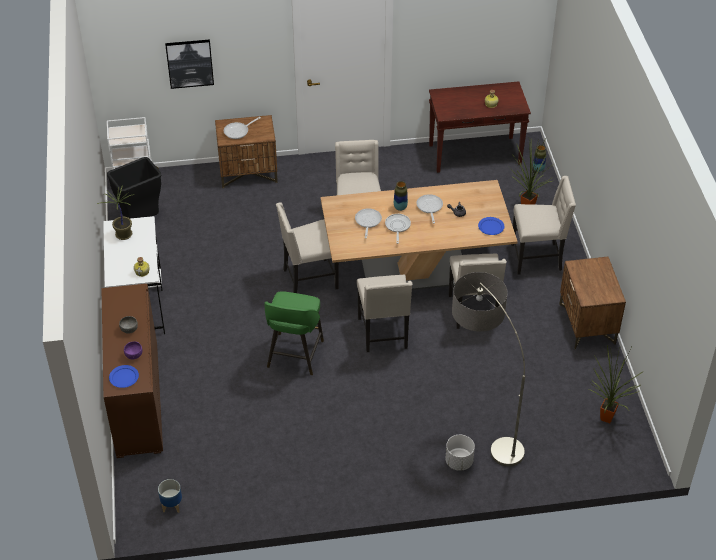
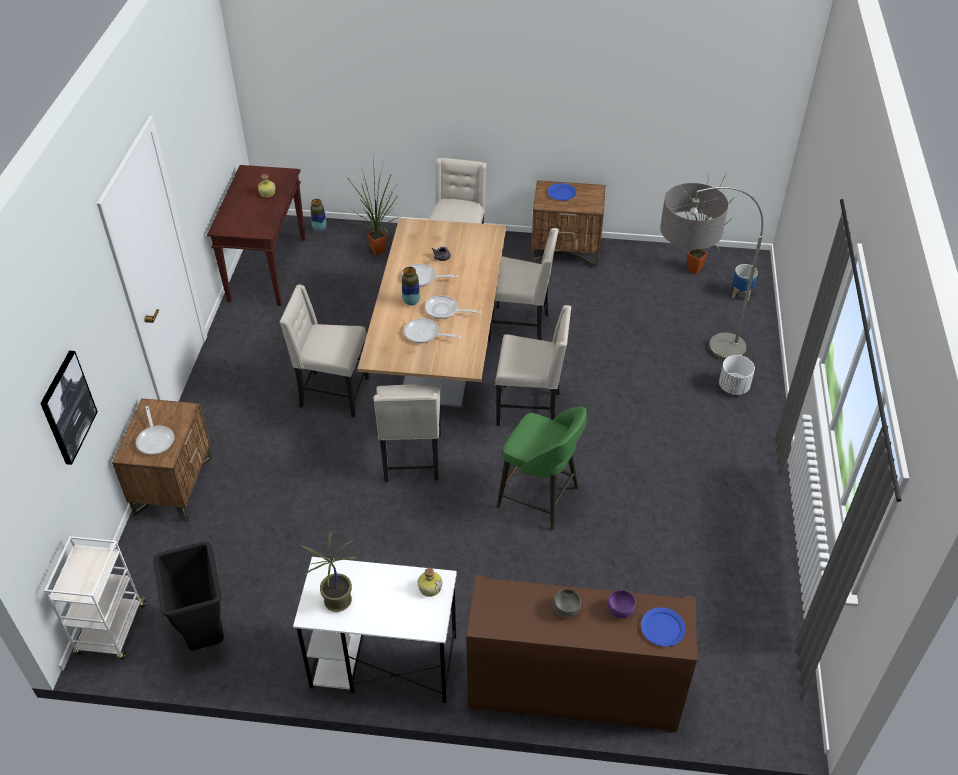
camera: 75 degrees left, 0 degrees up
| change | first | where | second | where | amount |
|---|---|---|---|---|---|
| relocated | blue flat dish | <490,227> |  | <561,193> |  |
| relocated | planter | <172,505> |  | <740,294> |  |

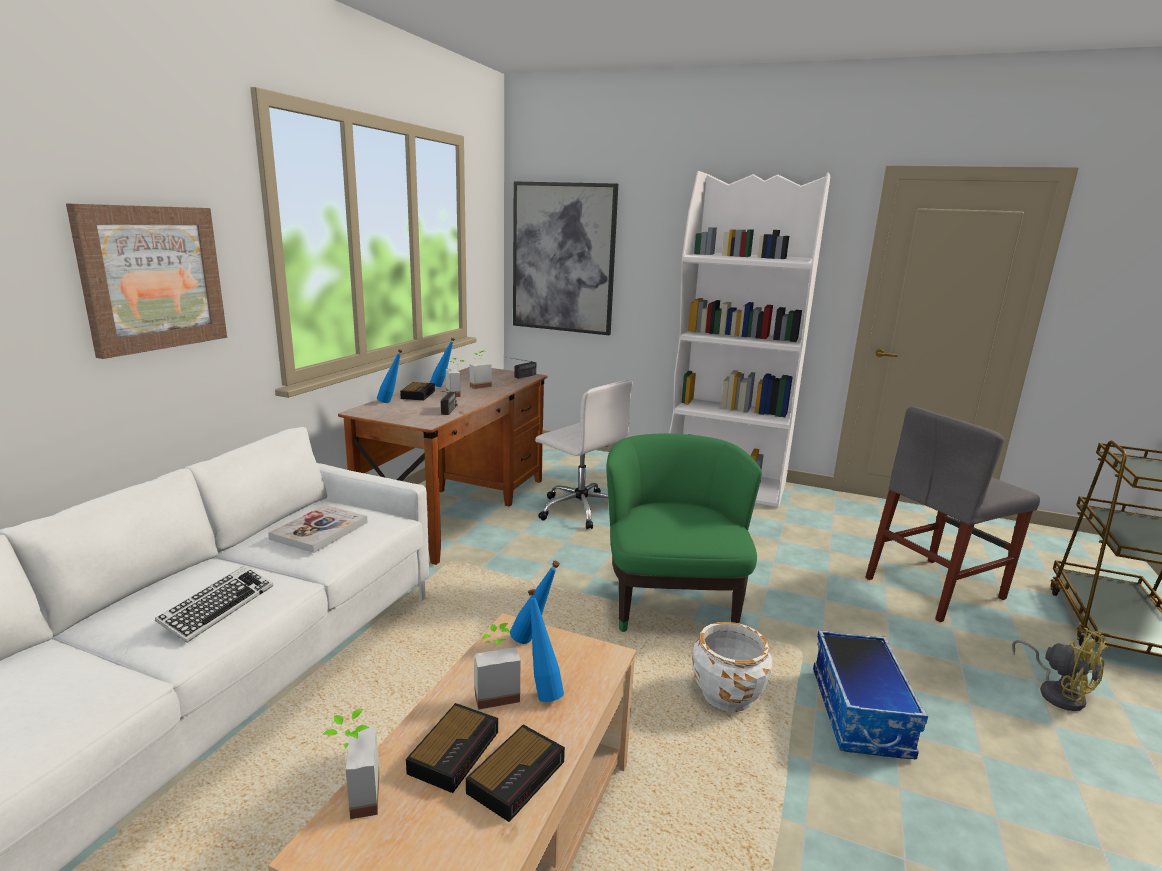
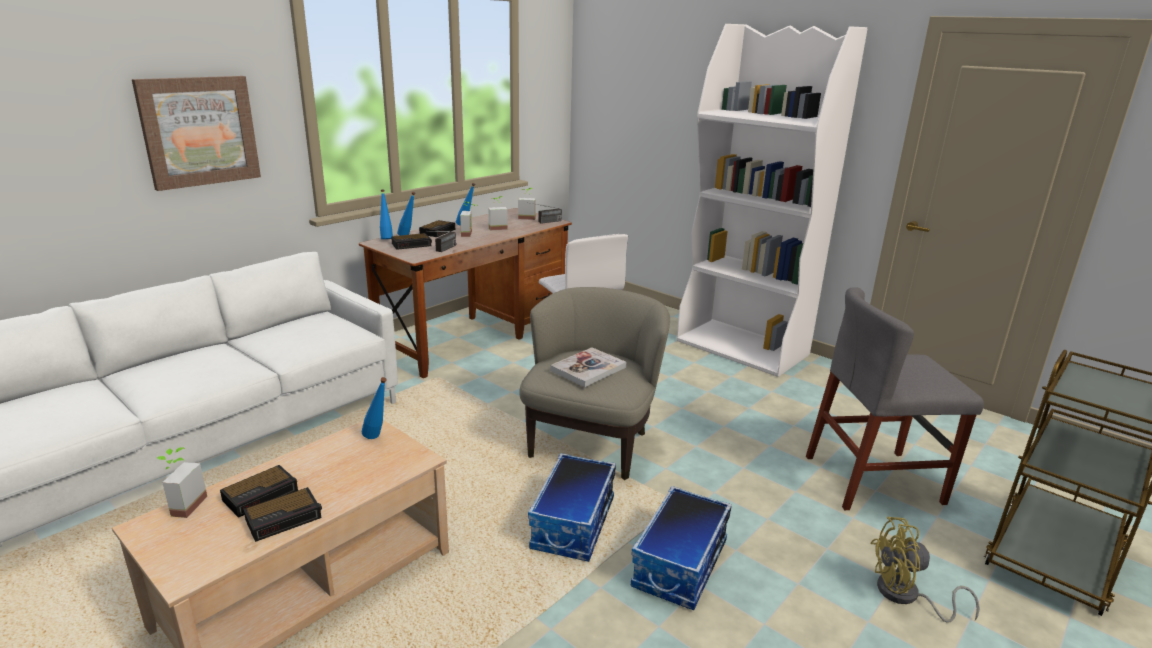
camera: 20 degrees right, 5 degrees up
| change | first | where | second | where | amount |
|---|---|---|---|---|---|
| relocated | blue bottle | <542,691> |  | <386,238> |  |
| appeared |  |  | alarm clock | <412,244> |  |
| relocated | houseplant | <495,692> |  | <527,217> |  |
| colour | greenish armchair | <671,603> | beige-coloured armchair | <592,443> |  |
| exchanged | whitish planter | <727,695> | storage container | <574,524> |  |
| relocated | book | <319,530> |  | <588,369> |  |
| spun | yellow-coloured fan | <1057,692> |  | <906,596> | 105 degrees clockwise |
| missing | PC keyboard | <218,608> |  |  |  |
| missing | wall picture | <563,258> |  |  |  |

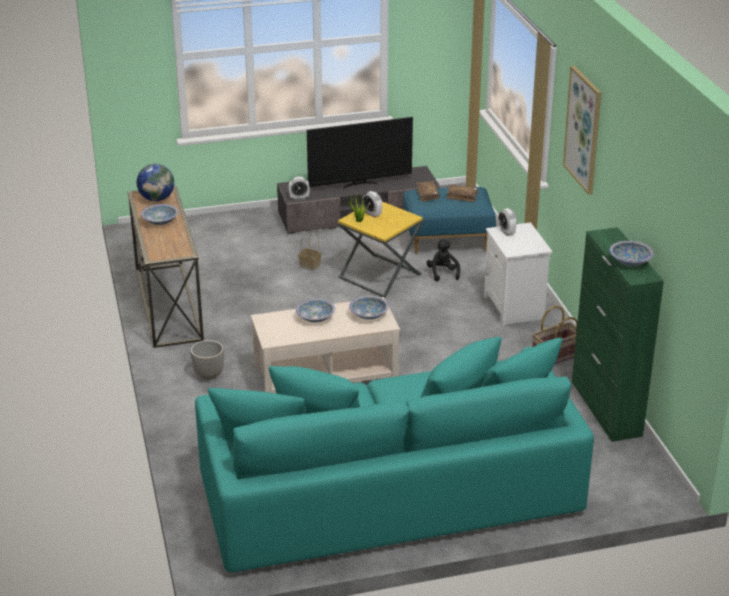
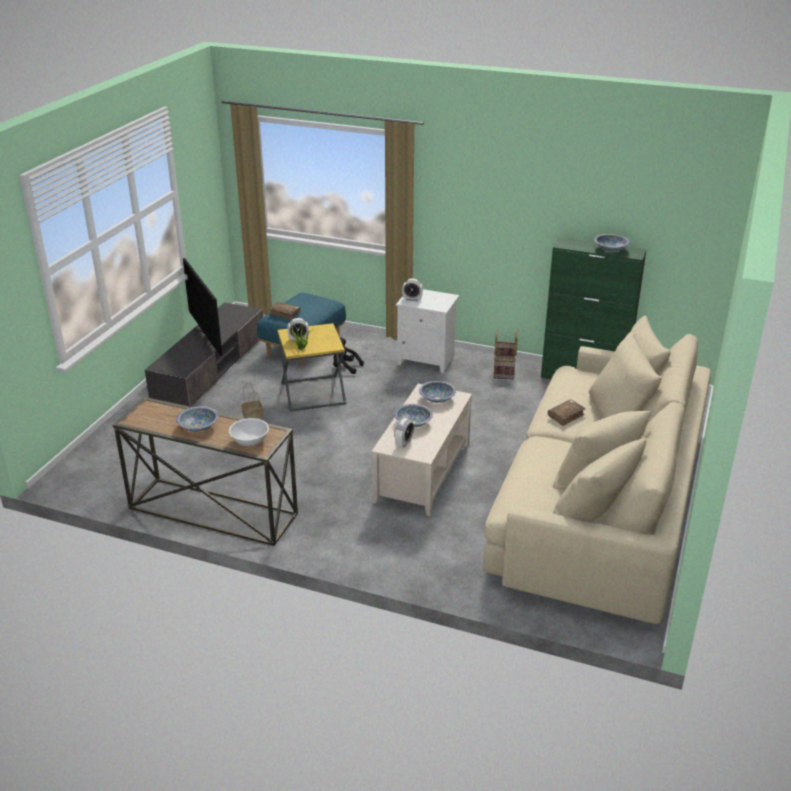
camera: 55 degrees left, 0 degrees up
| change | first | where | second | where | amount |
|---|---|---|---|---|---|
| spun | television | <359,184> |  | <207,337> | 135 degrees clockwise |
| appeared |  |  | whitish bowl | <249,441> |  |
| relocated | alarm clock | <299,197> |  | <404,443> |  |
| colour | blue-green couch | <387,488> | beige-coloured couch | <600,502> |  |
| relocated | brownish book | <462,196> |  | <565,416> |  |
| missing | globe | <157,199> |  |  |  |
| missing | planter | <208,374> |  |  |  |
| missing | wall picture | <583,129> |  |  |  |

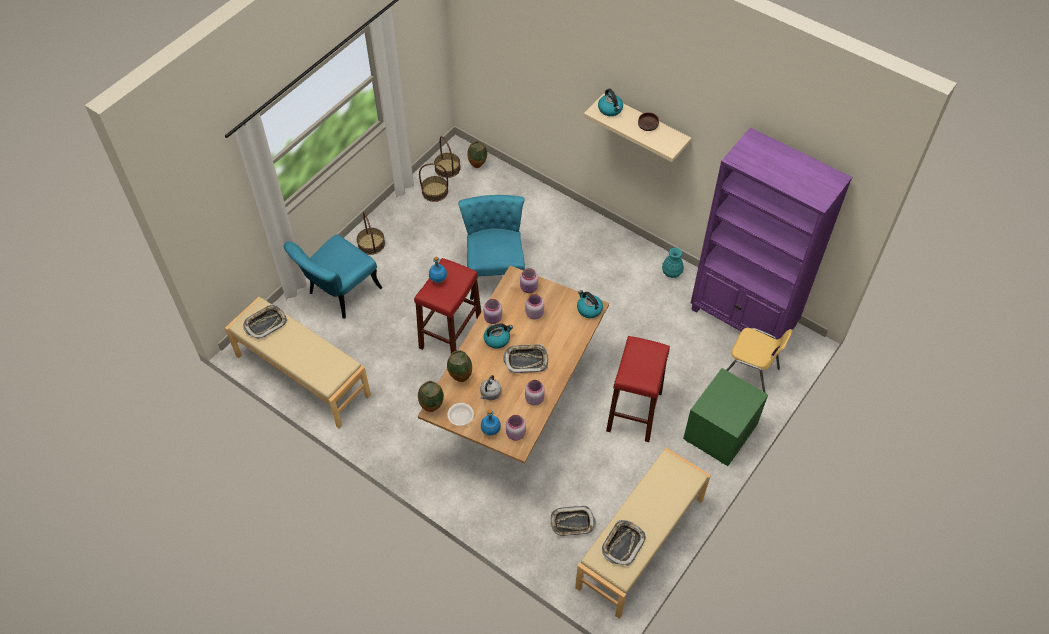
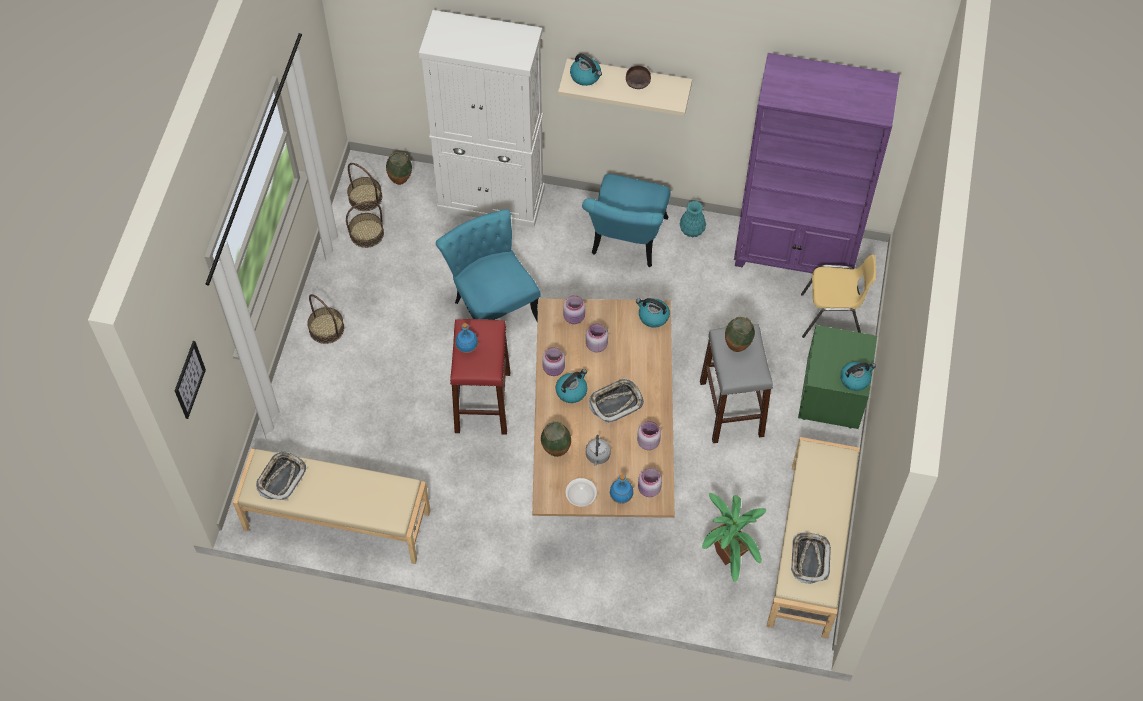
camera: 25 degrees left, 5 degrees up
| change | first | where | second | where | amount |
|---|---|---|---|---|---|
| appeared |  |  | wall picture | <189,379> |  |
| appeared |  |  | whitish cabinet | <491,199> |  |
| relocated | blue-green chair | <339,295> |  | <626,243> |  |
| colour | red-coloured stool seat | <634,411> | gray stool seat | <731,409> |  |
| exchanged | carrying tray | <572,523> | houseplant | <728,559> |  |
| relocated | vase | <432,408> |  | <737,347> |  |
| appeared |  |  | tea kettle | <855,379> |  |

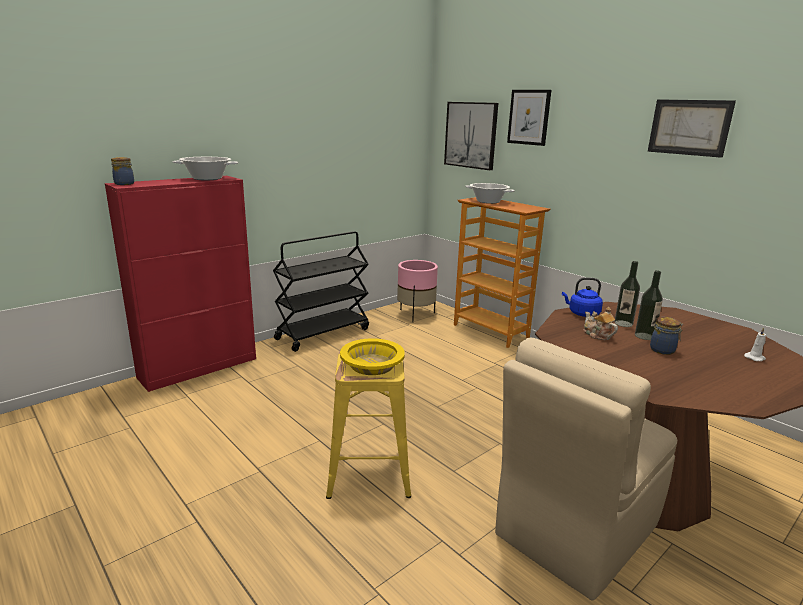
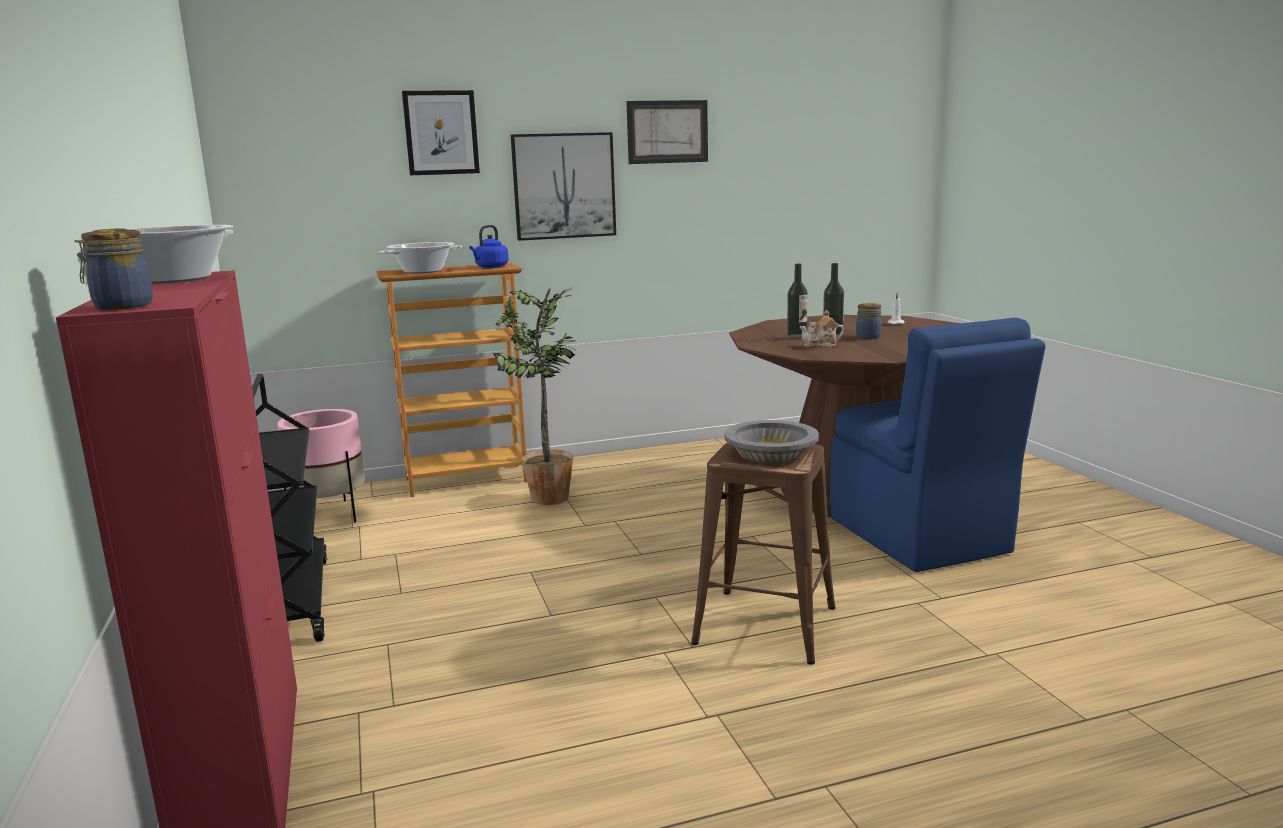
camera: 65 degrees left, 5 degrees down
| change | first | where | second | where | amount |
|---|---|---|---|---|---|
| relocated | blue tea kettle | <582,314> |  | <490,267> |  |
| appeared |  |  | houseplant | <550,500> |  |
| relocated | wall picture | <471,135> |  | <564,186> |  |
| colour | yellow-coloured stool seat | <370,471> | brownish stool seat | <766,624> |  |
| colour | yellow-coloured bowl | <372,365> | gray bowl | <770,453> |  |
| colour | beige-coloured chair | <574,531> | blue chair | <920,537> |  |

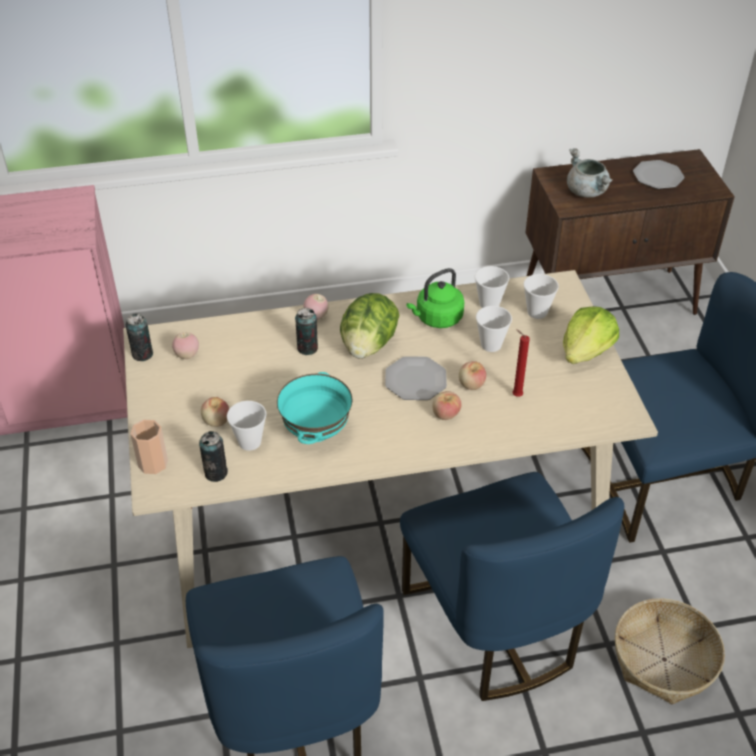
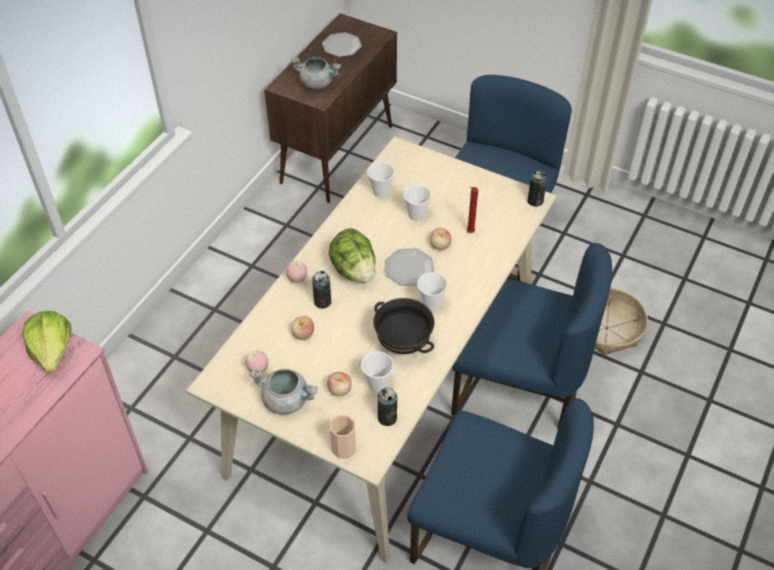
camera: 50 degrees left, 5 degrees up
| change | first | where | second | where | amount |
|---|---|---|---|---|---|
| relocated | lettuce head | <586,351> |  | <53,351> |  |
| appeared |  |  | gray saucepot | <287,400> |  |
| relocated | apple | <445,414> |  | <303,334> |  |
| colour | blue-green bowl | <315,431> | black-coloured bowl | <402,344> |  |
| relocated | drinking cup | <537,312> |  | <431,303> |  |
| relocated | sealed can | <142,354> |  | <535,201> |  |
| missing | greenish tea kettle | <437,318> |  |  |  |

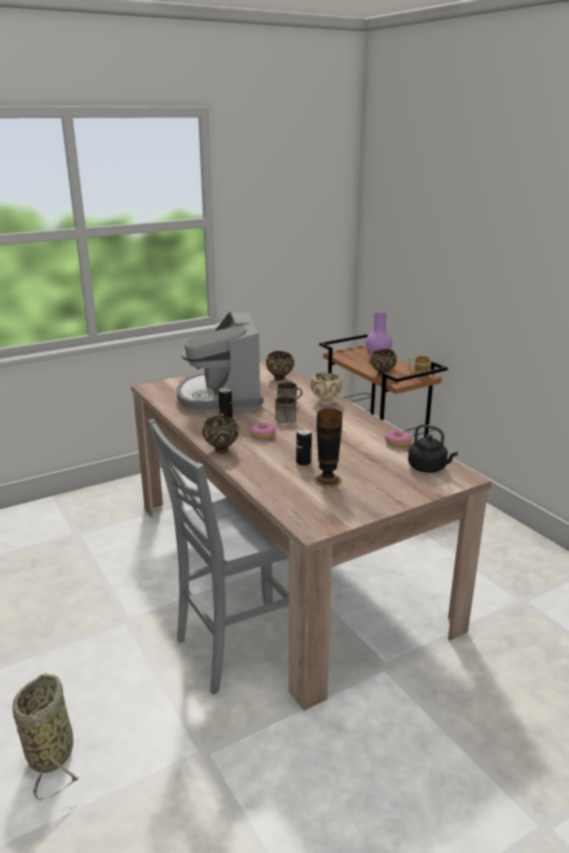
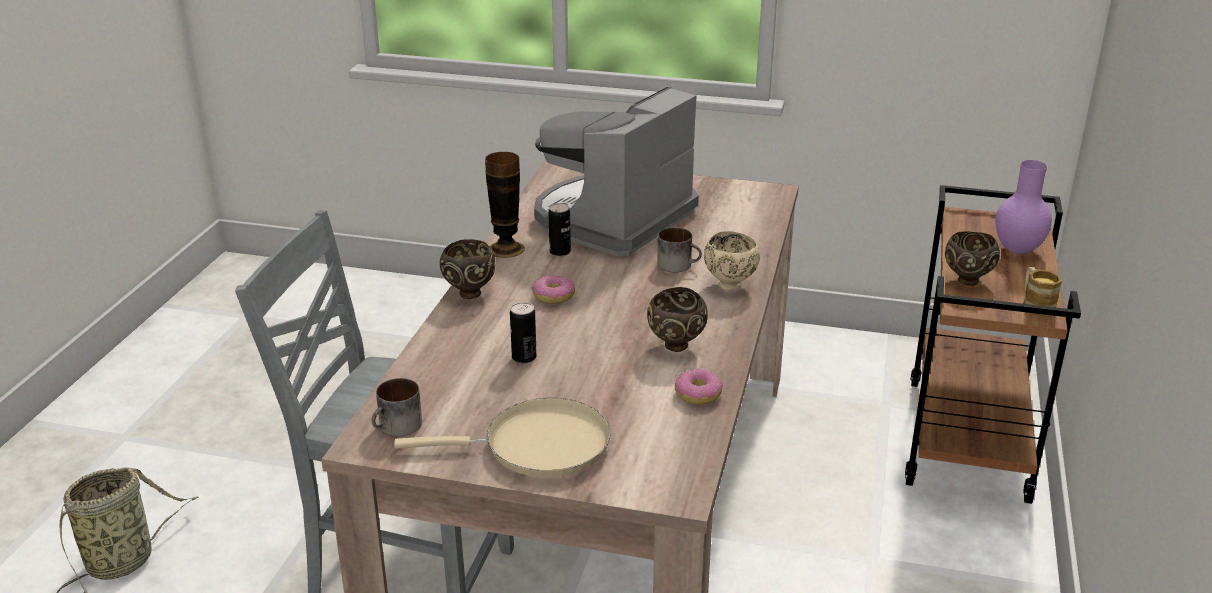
camera: 45 degrees right, 5 degrees up
| change | first | where | second | where | amount |
|---|---|---|---|---|---|
| relocated | coffee mug | <286,420> |  | <397,427> |  |
| appeared |  |  | beige-coloured frying pan | <538,445> |  |
| relocated | vase | <327,480> |  | <506,249> |  |
| relocated | brownish bowl | <280,379> |  | <676,347> |  |
| missing | black-coloured tea kettle | <429,468> |  |  |  |

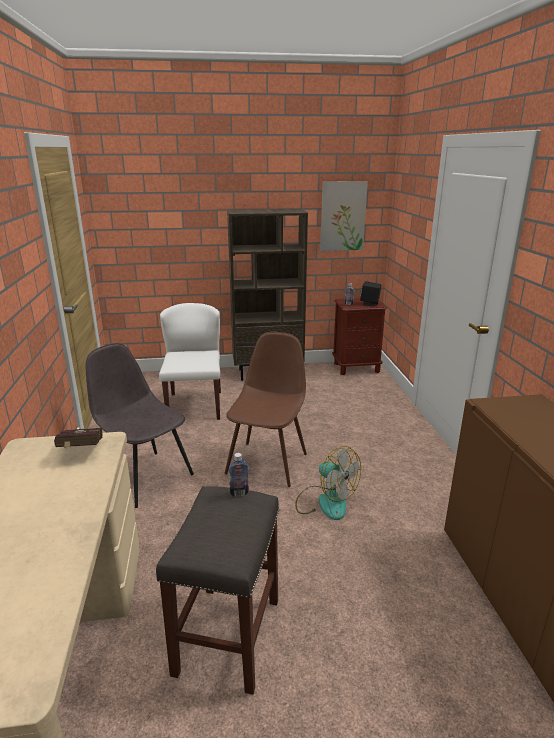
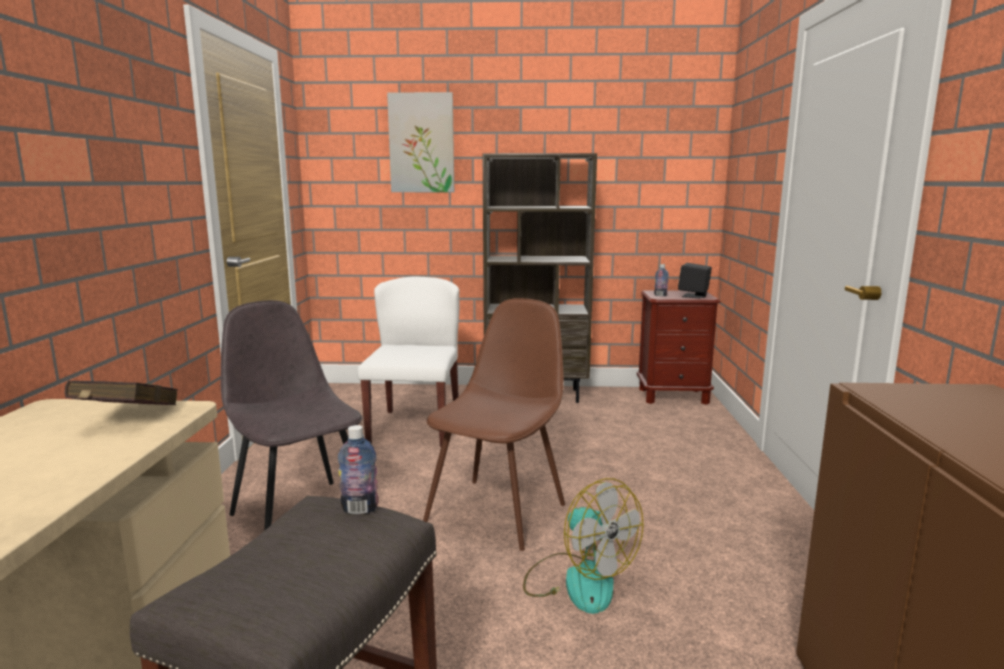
camera: 10 degrees right, 10 degrees down
| change | first | where | second | where | amount |
|---|---|---|---|---|---|
| relocated | wall picture | <342,216> |  | <421,143> |  |

